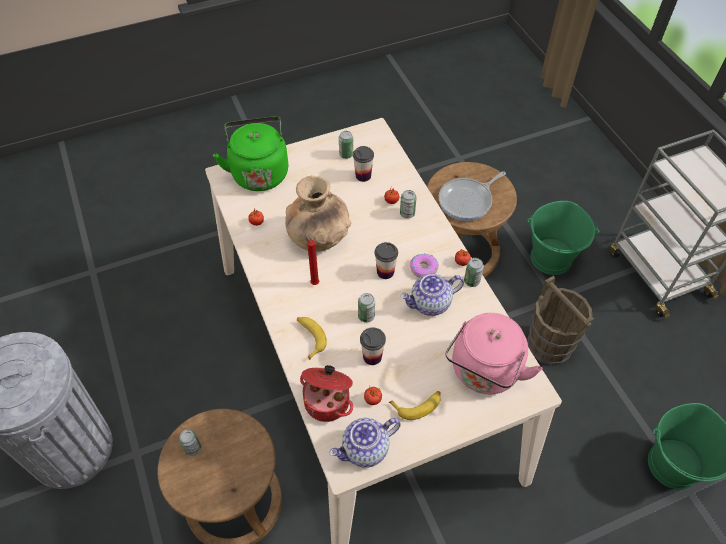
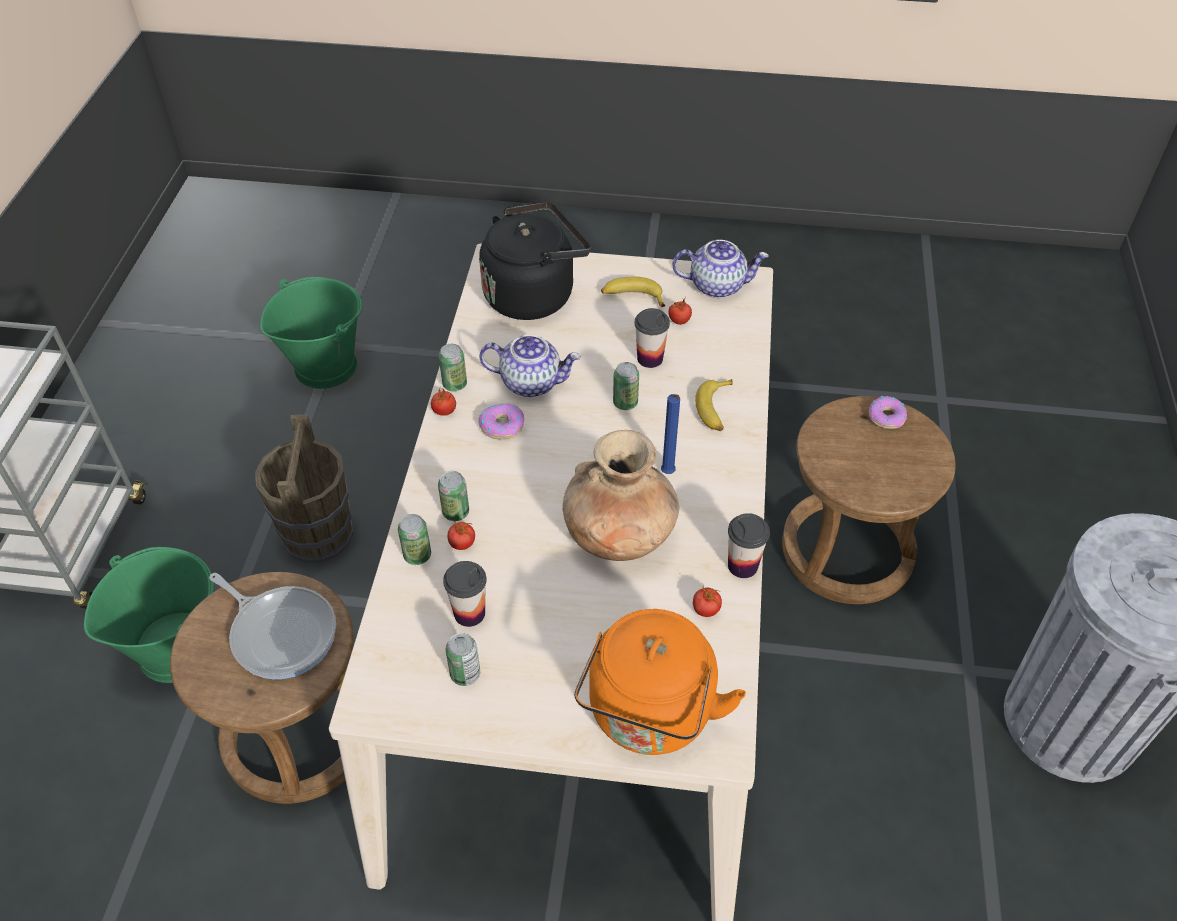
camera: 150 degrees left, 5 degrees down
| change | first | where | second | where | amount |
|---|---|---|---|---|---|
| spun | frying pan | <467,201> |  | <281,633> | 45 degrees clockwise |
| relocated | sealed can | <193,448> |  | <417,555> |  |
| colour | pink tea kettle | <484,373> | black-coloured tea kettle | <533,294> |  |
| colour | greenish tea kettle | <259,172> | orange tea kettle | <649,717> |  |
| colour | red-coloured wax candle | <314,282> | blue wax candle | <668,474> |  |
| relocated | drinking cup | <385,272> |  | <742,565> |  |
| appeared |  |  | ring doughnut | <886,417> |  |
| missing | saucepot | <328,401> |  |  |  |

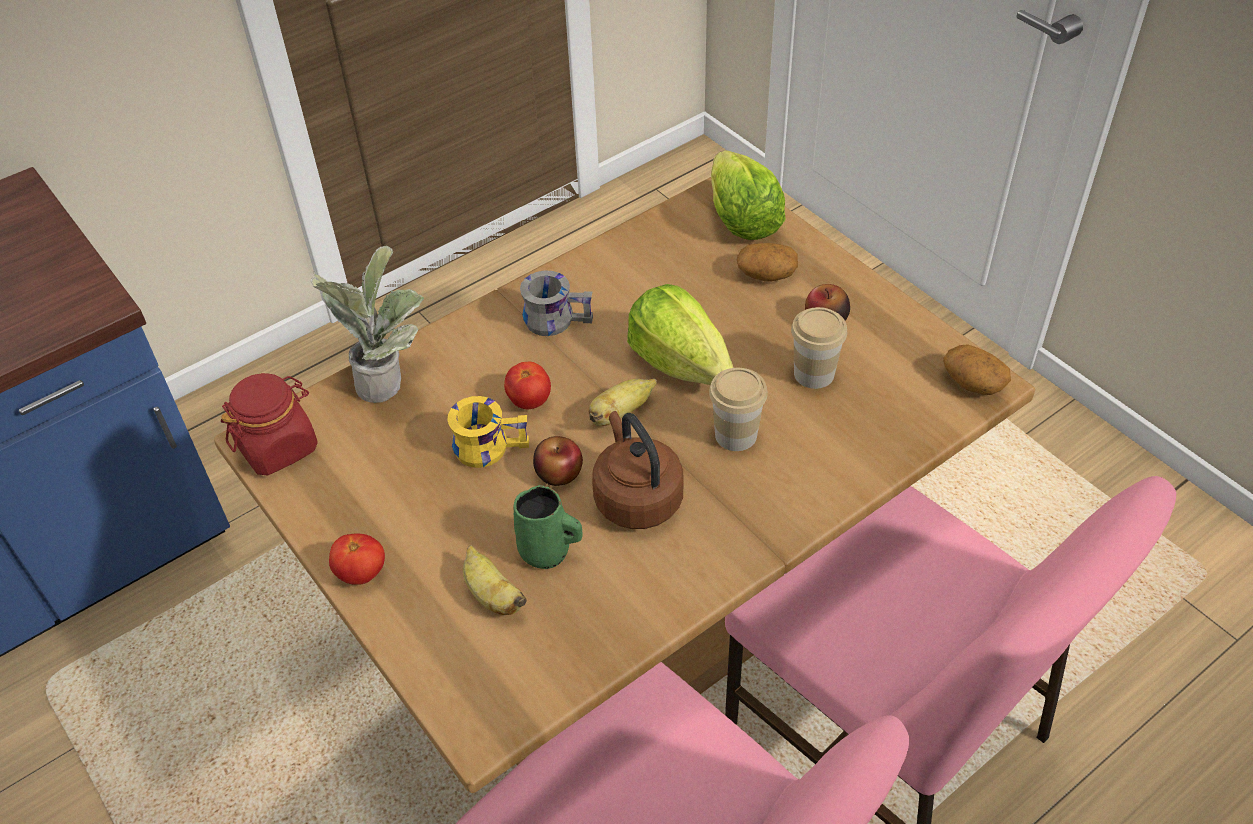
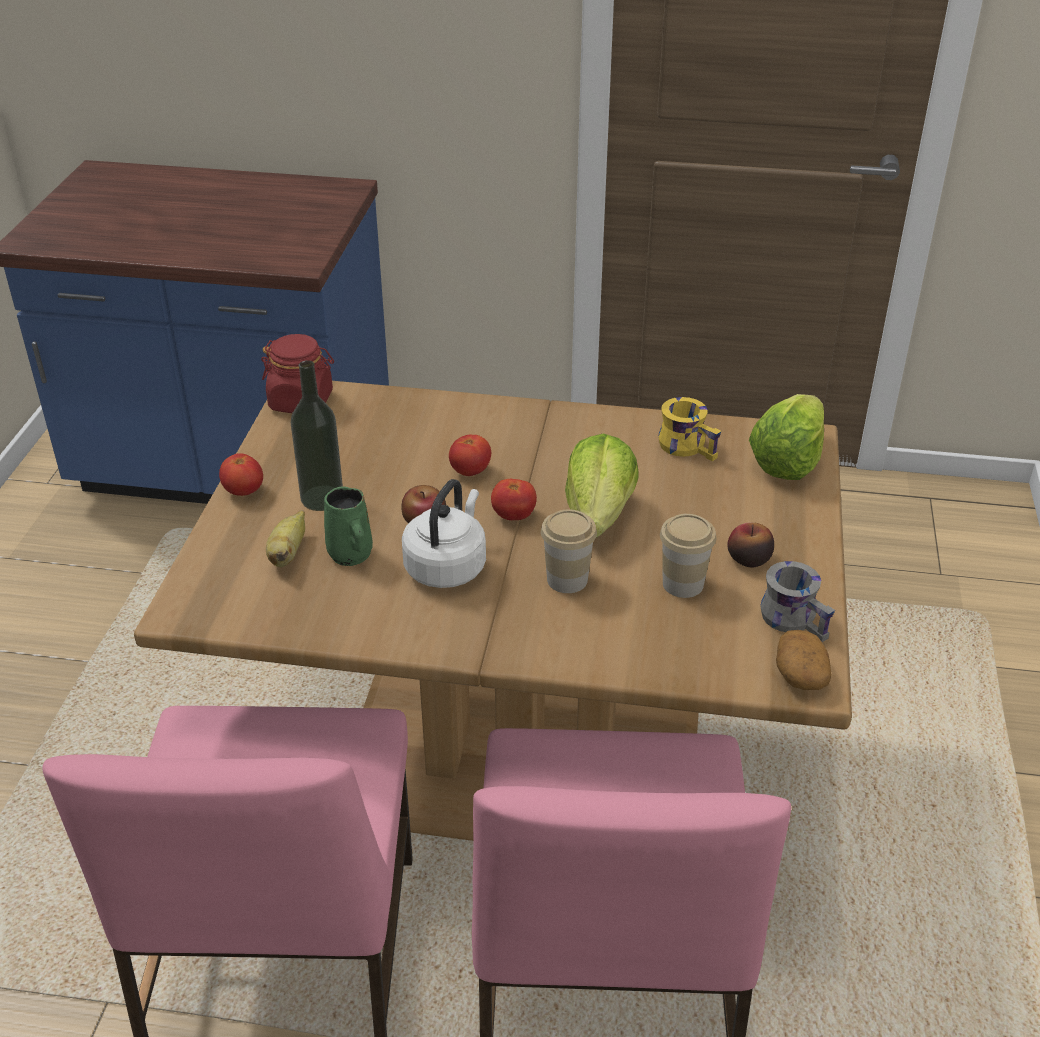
camera: 45 degrees right, 10 degrees down
| change | first | where | second | where | amount |
|---|---|---|---|---|---|
| appeared |  |  | bottle | <322,498> |  |
| colour | brownish tea kettle | <636,497> | whitish tea kettle | <447,566> |  |
| exchanged | banana | <621,413> | fresh tomato | <514,516> |  |
| relocated | yellow-coloured coffee mug | <489,444> |  | <689,445> |  |
| relocated | gray coffee mug | <556,317> |  | <796,618> |  |
| missing | houseplant | <388,379> |  |  |  |
| missing | spud | <766,274> |  |  |  |

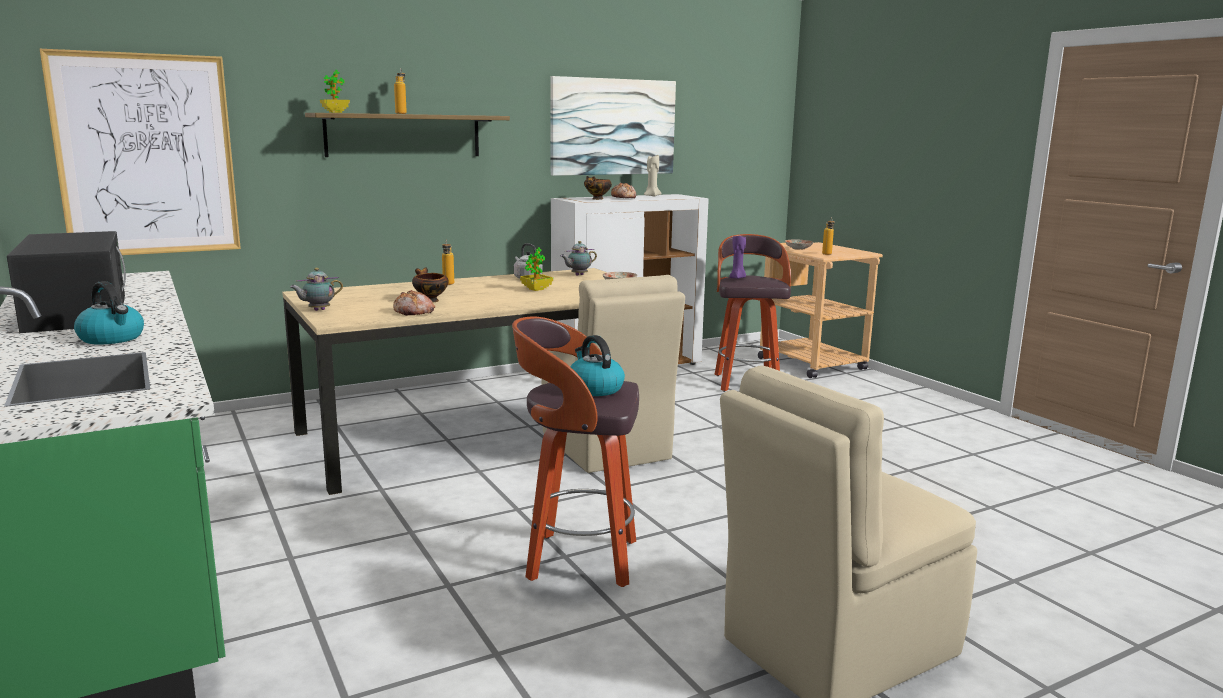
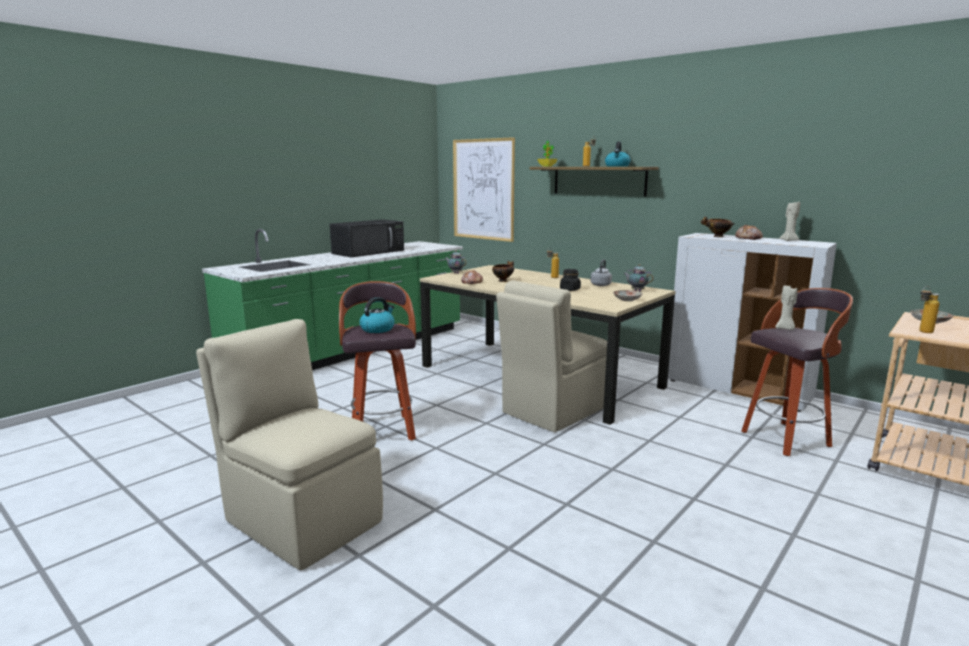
camera: 70 degrees right, 0 degrees up
| change | first | where | second | where | amount |
|---|---|---|---|---|---|
| exchanged | houseplant | <536,289> | black-coloured jar | <570,289> |  |
| relocated | tea kettle | <112,338> |  | <617,166> |  |
| colour | purple-coloured wax candle | <737,278> | beige-coloured wax candle | <785,329> |  |
| missing | wall picture | <613,127> |  |  |  |

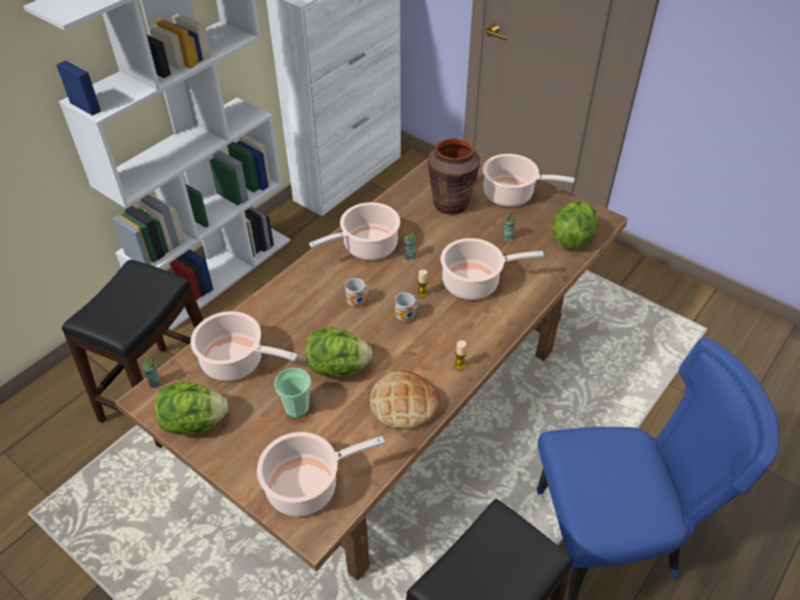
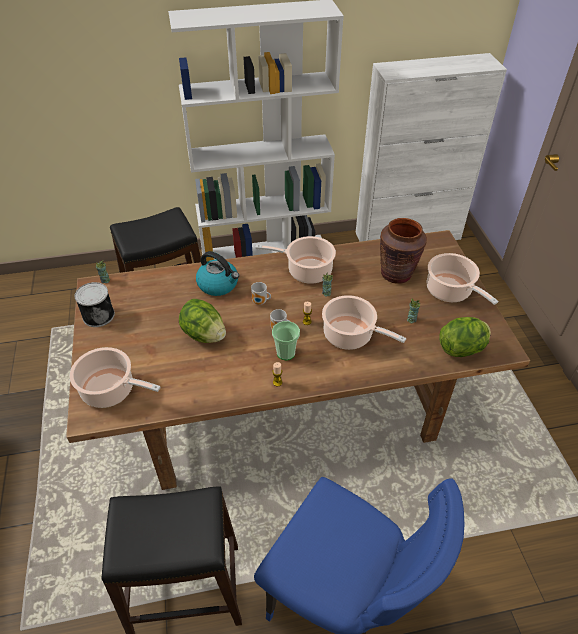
camera: 40 degrees right, 0 degrees up
| change | first | where | second | where | amount |
|---|---|---|---|---|---|
| exchanged | lettuce head | <194,423> | sealed can | <98,315> |  |
| appeared |  |  | tea kettle | <219,284> |  |
| relocated | drinking cup | <297,408> |  | <286,353> |  |
| missing | saucepot | <236,362> |  |  |  |
| missing | bakery bread | <404,404> |  |  |  |

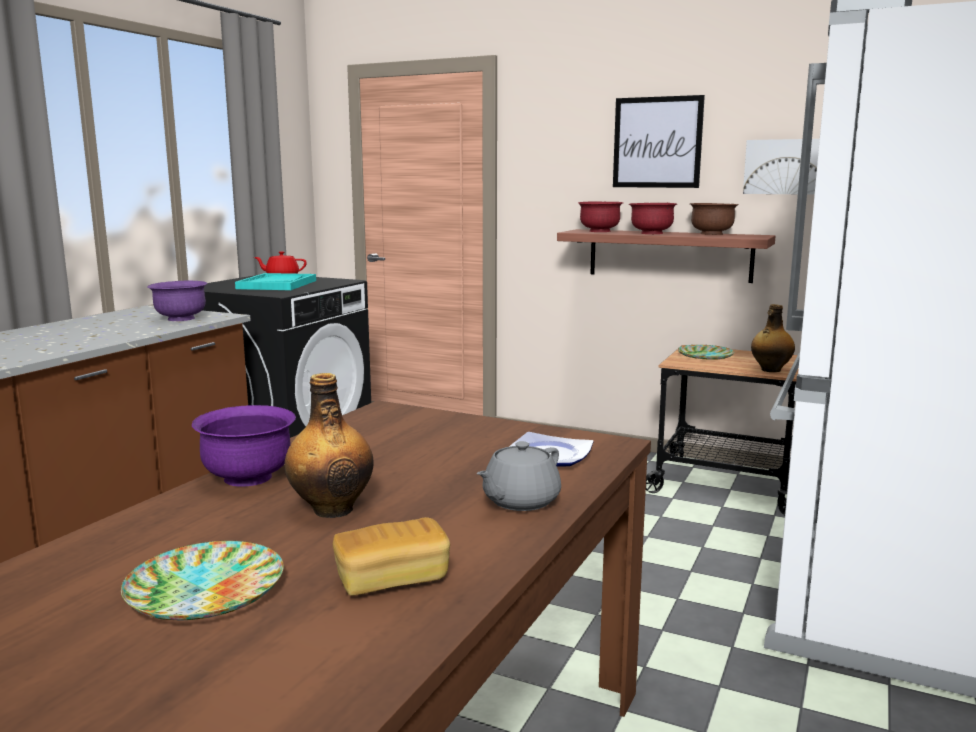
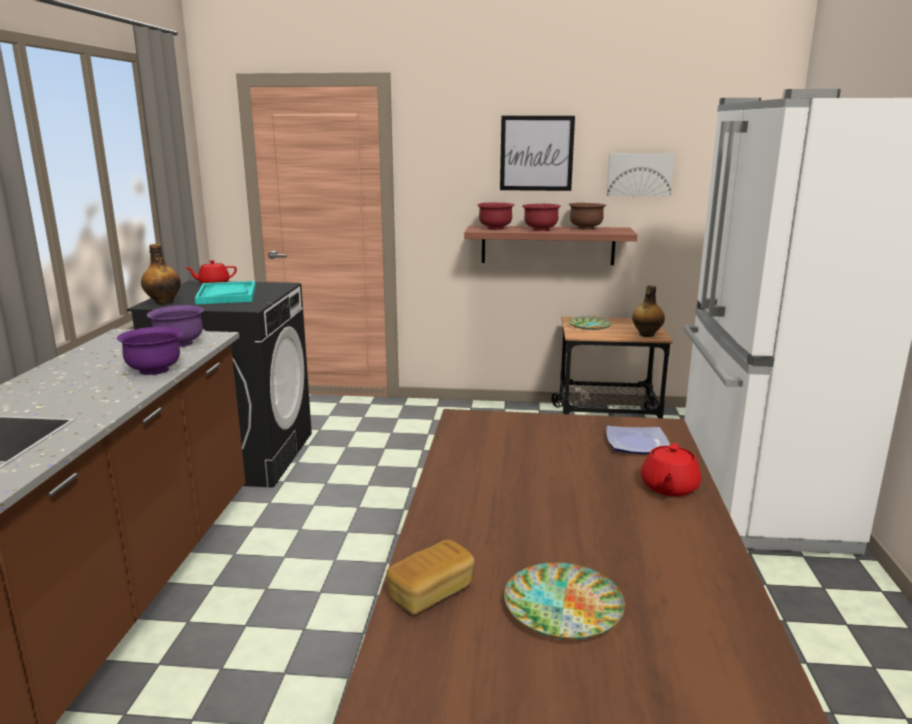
camera: 20 degrees left, 5 degrees up
| change | first | where | second | where | amount |
|---|---|---|---|---|---|
| relocated | purple-coloured bowl | <248,478> |  | <154,370> |  |
| relocated | bottle | <332,509> |  | <163,302> |  |
| relocated | bakery bread | <392,580> |  | <431,593> |  |
| colour | gray pot for tea | <519,501> | red-coloured pot for tea | <668,488> |  |

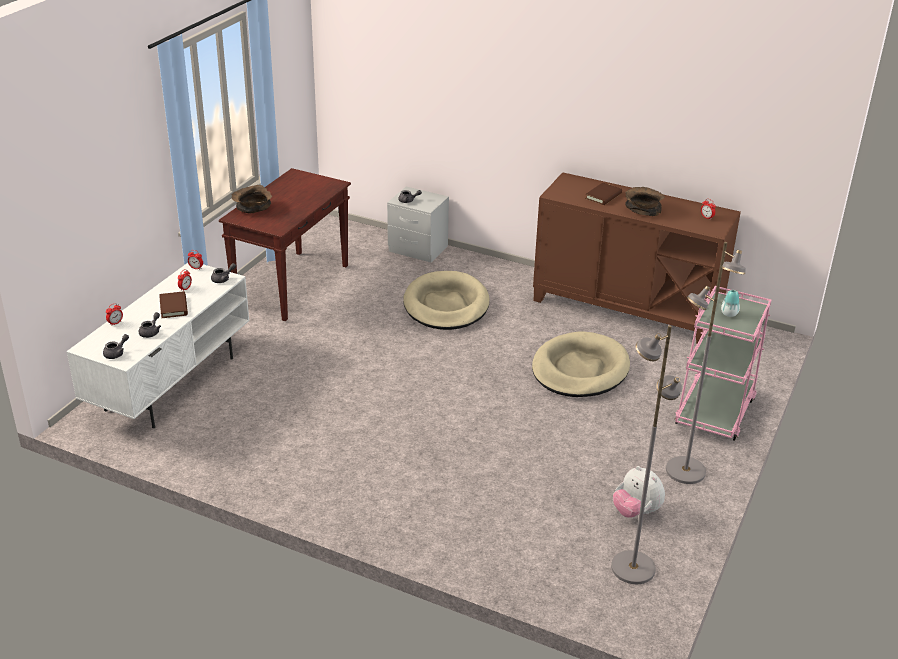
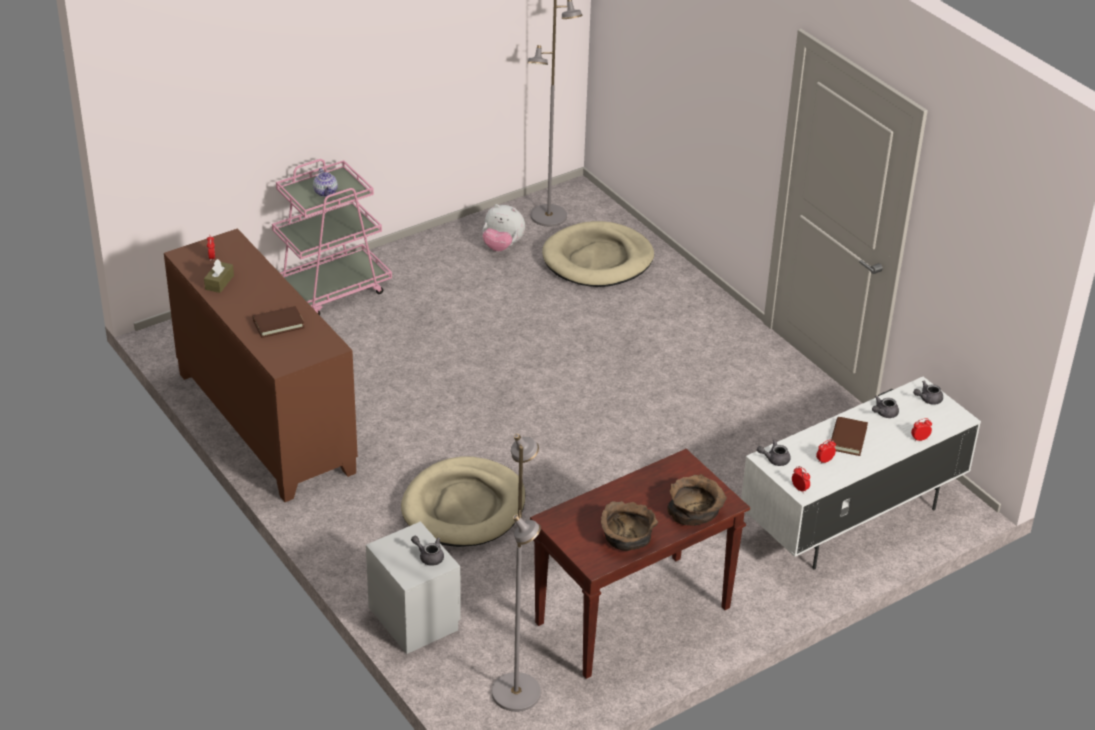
camera: 150 degrees left, 5 degrees up
| change | first | where | second | where | amount |
|---|---|---|---|---|---|
| appeared |  |  | brownish tissue holder | <219,282> |  |
| exchanged | vase | <729,314> | pot for tea | <326,192> |  |
| spun | plush toy | <636,511> |  | <502,246> | 120 degrees clockwise |
| relocated | gray floor lamp | <685,471> |  | <517,692> |  |
| relocated | beige-coloured pet bed | <579,369> |  | <598,259> |  |
| relocated | brownish bowl | <642,209> |  | <627,537> |  |

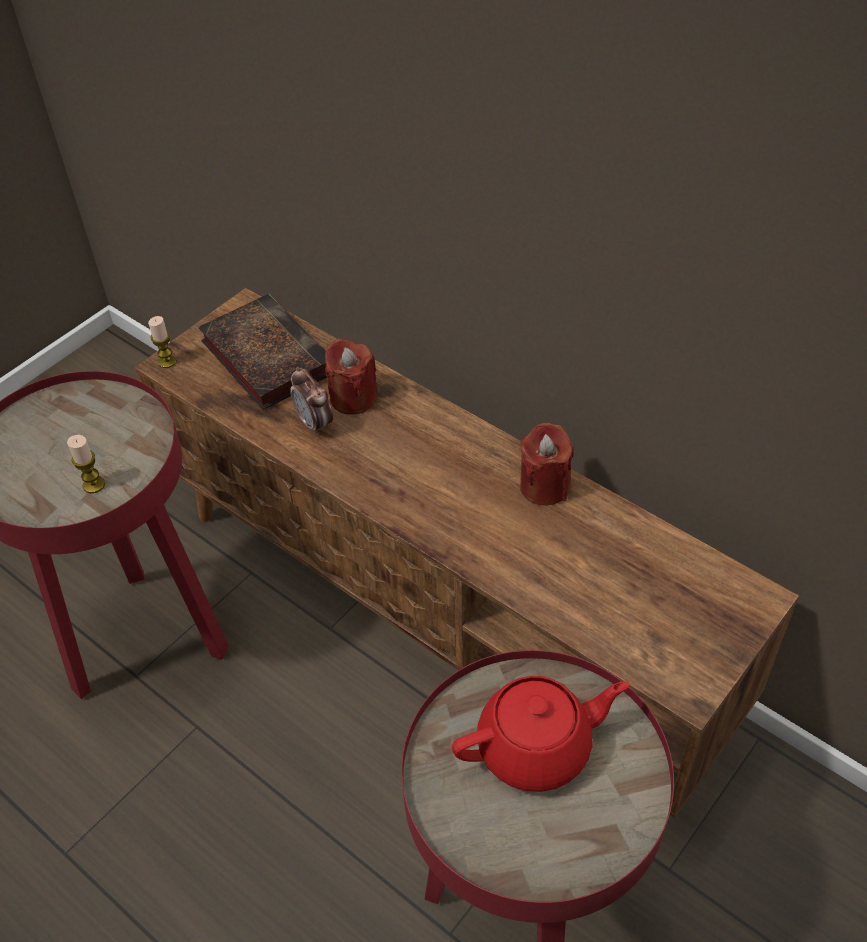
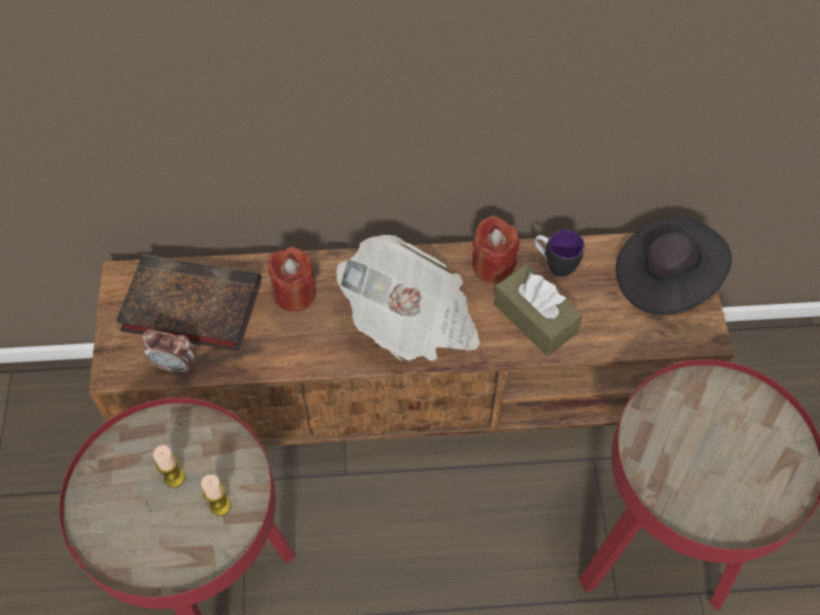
camera: 45 degrees left, 10 degrees up
| change | first | where | second | where | amount |
|---|---|---|---|---|---|
| relocated | alarm clock | <315,424> |  | <175,365> |  |
| relocated | wax candle | <167,361> |  | <174,477> |  |
| appeared |  |  | newspaper | <412,321> |  |
| appeared |  |  | brownish tissue holder | <535,318> |  |
| appeared |  |  | coffee mug | <554,265> |  |
| appeared |  |  | black-coloured hat | <665,279> |  |
| missing | red-coloured pot for tea | <537,747> |  |  |  |

